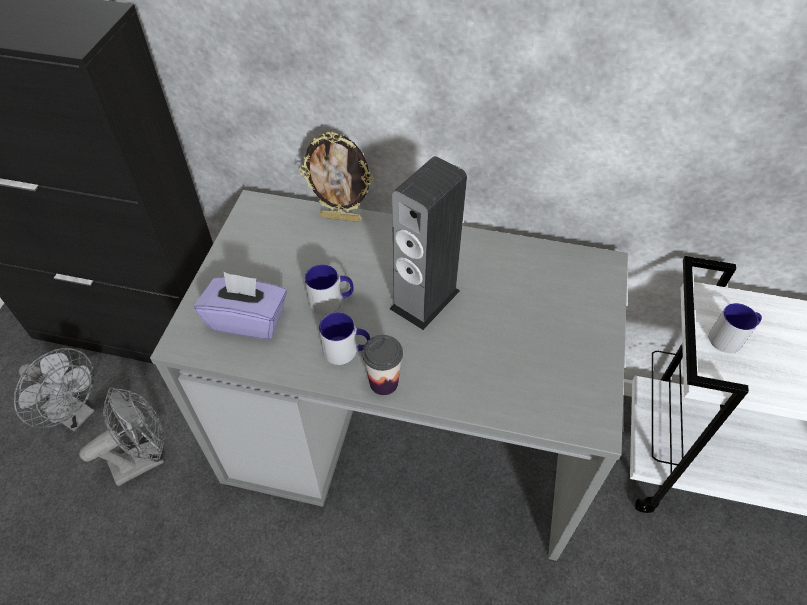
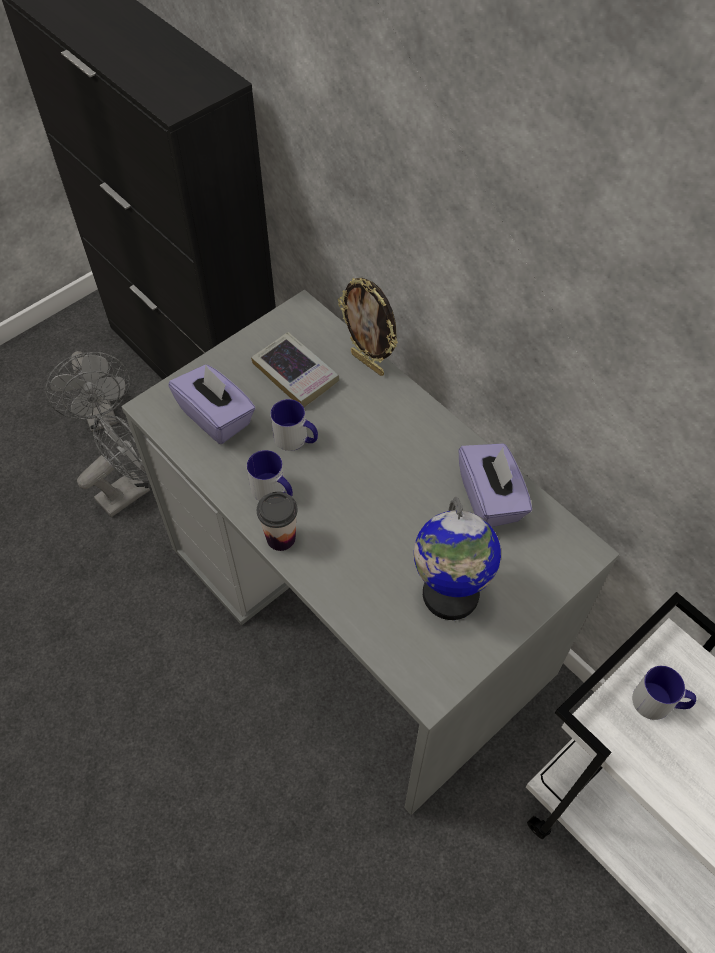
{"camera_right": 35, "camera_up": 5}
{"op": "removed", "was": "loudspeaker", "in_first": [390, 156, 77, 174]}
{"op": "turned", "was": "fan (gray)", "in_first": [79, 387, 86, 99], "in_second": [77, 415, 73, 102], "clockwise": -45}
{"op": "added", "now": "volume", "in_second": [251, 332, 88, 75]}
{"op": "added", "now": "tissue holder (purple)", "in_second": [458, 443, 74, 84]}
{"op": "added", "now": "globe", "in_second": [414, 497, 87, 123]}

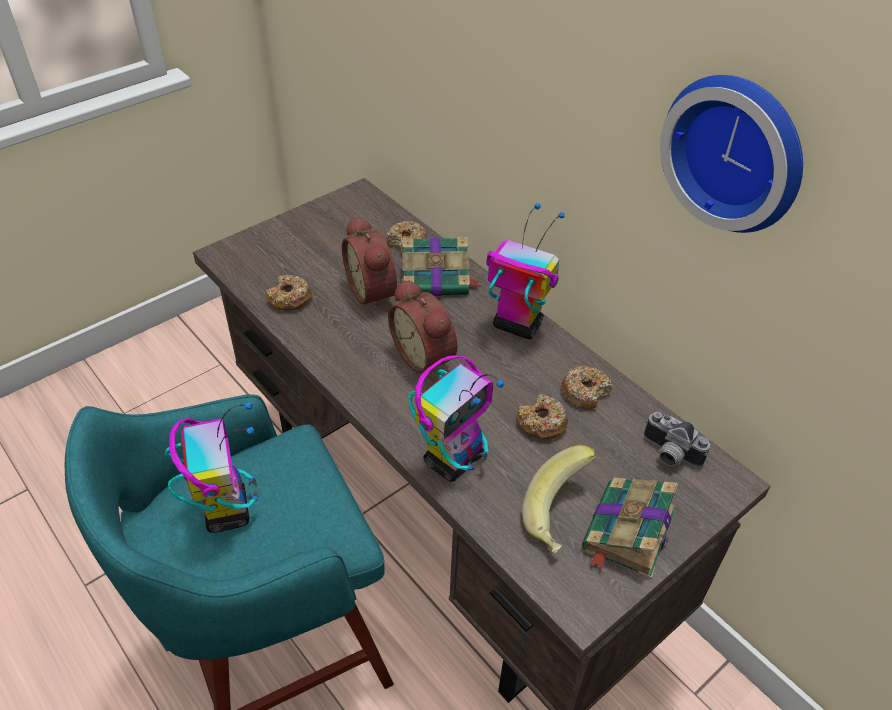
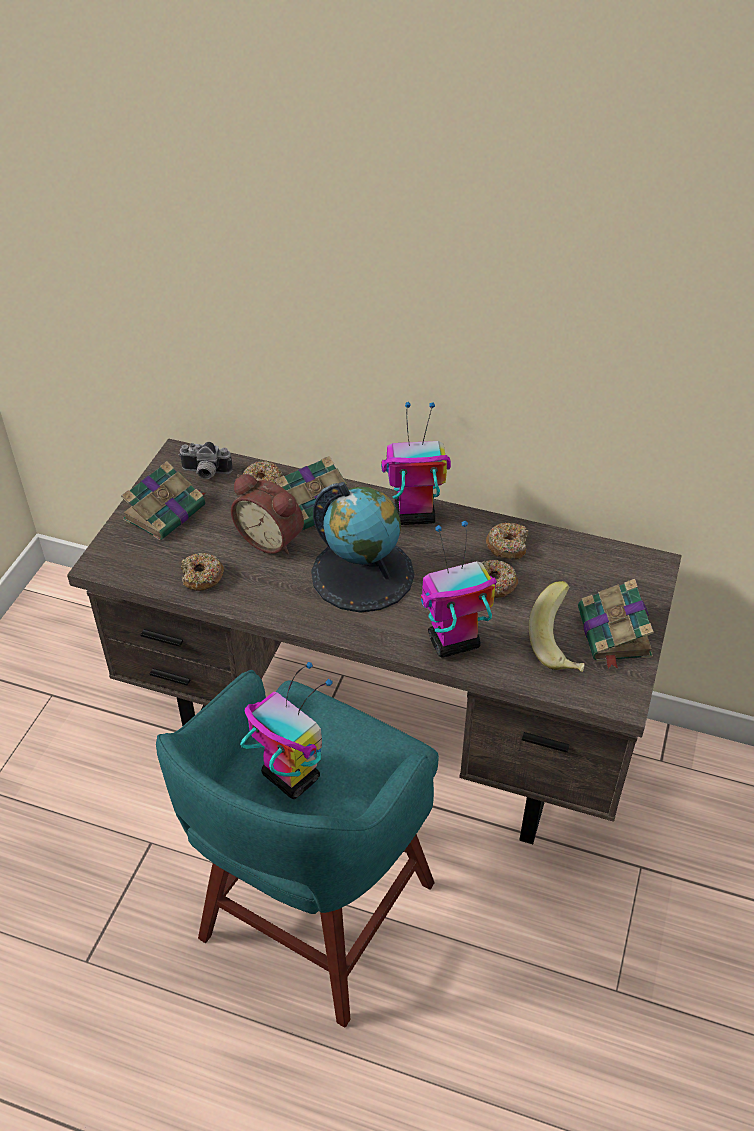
{"camera_right": -30, "camera_up": 0}
{"op": "removed", "was": "clock on the wall", "in_first": [660, 75, 143, 158]}
{"op": "replaced", "was": "bedside clock", "now": "globe", "in_first": [388, 279, 69, 99], "in_second": [311, 482, 103, 131]}
{"op": "turned", "was": "toy robot", "in_first": [408, 355, 96, 127], "in_second": [421, 521, 76, 137], "clockwise": -120}
{"op": "moved", "was": "photo camera", "in_first": [644, 412, 66, 55], "in_second": [178, 442, 55, 37]}
{"op": "added", "now": "volume", "in_second": [121, 461, 86, 80]}

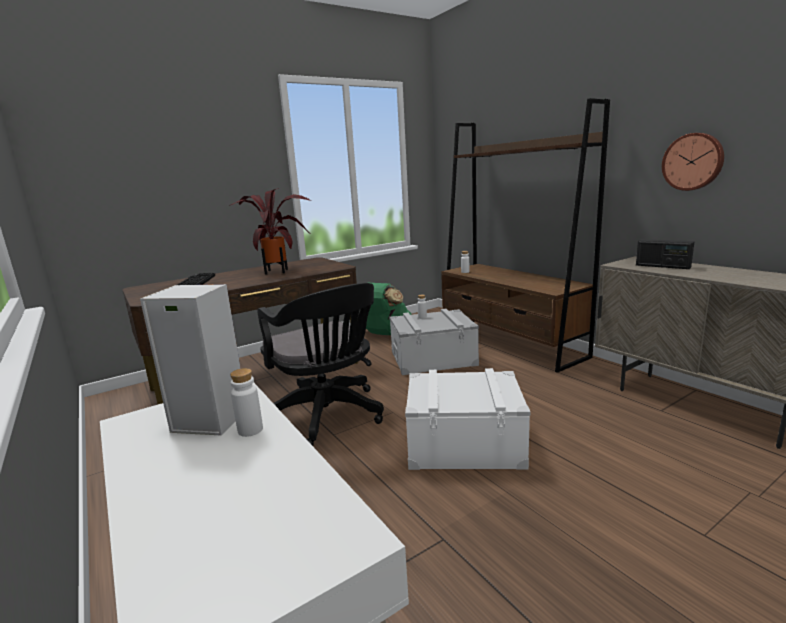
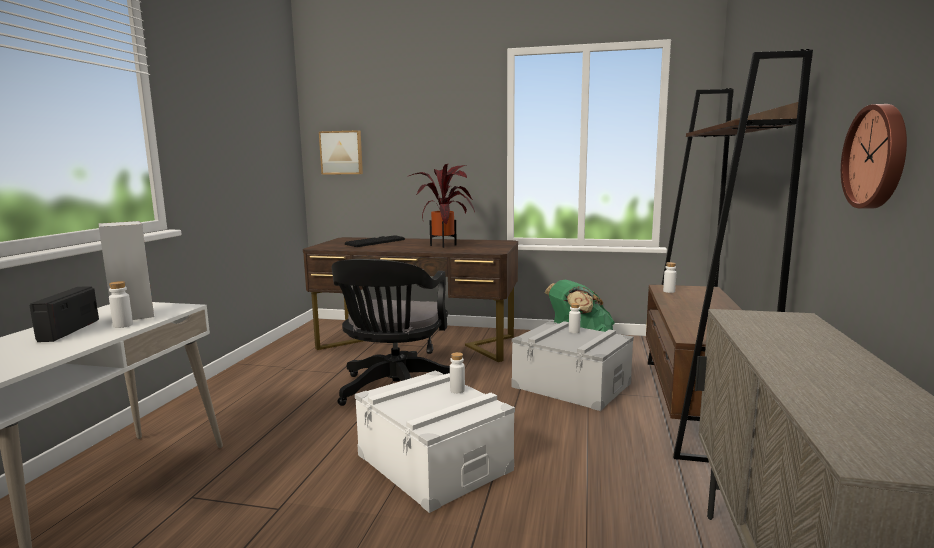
{"camera_right": 45, "camera_up": -5}
{"op": "moved", "was": "radio", "in_first": [636, 239, 59, 30], "in_second": [29, 286, 70, 56]}
{"op": "added", "now": "wall picture", "in_second": [319, 130, 44, 45]}
{"op": "added", "now": "bottle (white)", "in_second": [450, 352, 15, 41]}

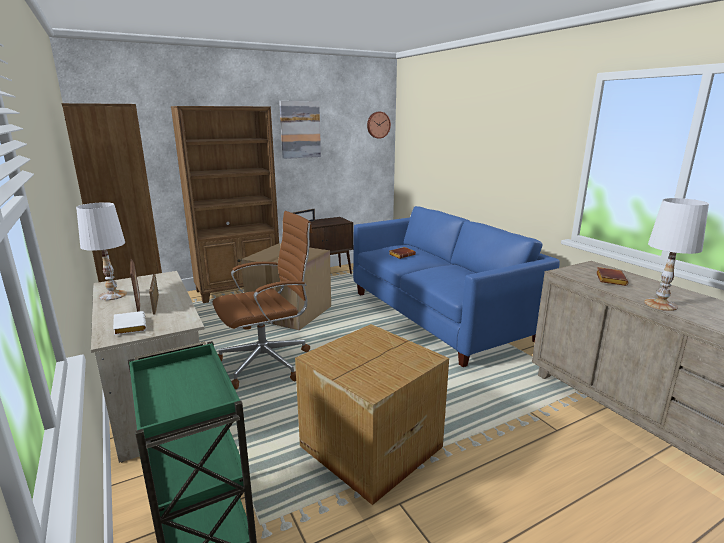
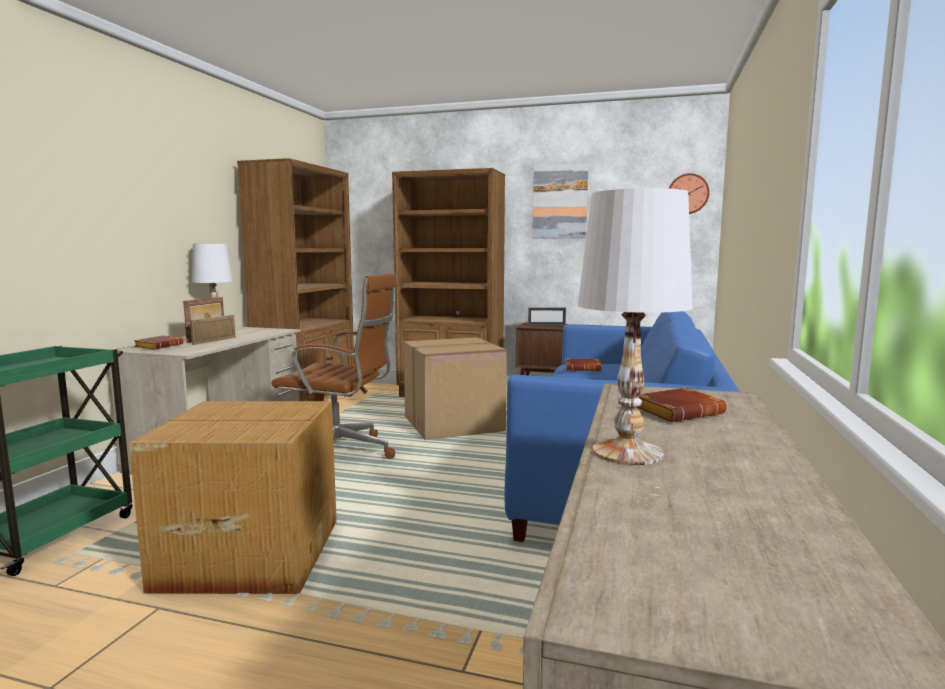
{"camera_right": 45, "camera_up": -10}
{"op": "recoloured", "was": "volume (white)", "now": "volume (brown)", "in_first": [113, 311, 33, 24], "in_second": [134, 335, 50, 15]}

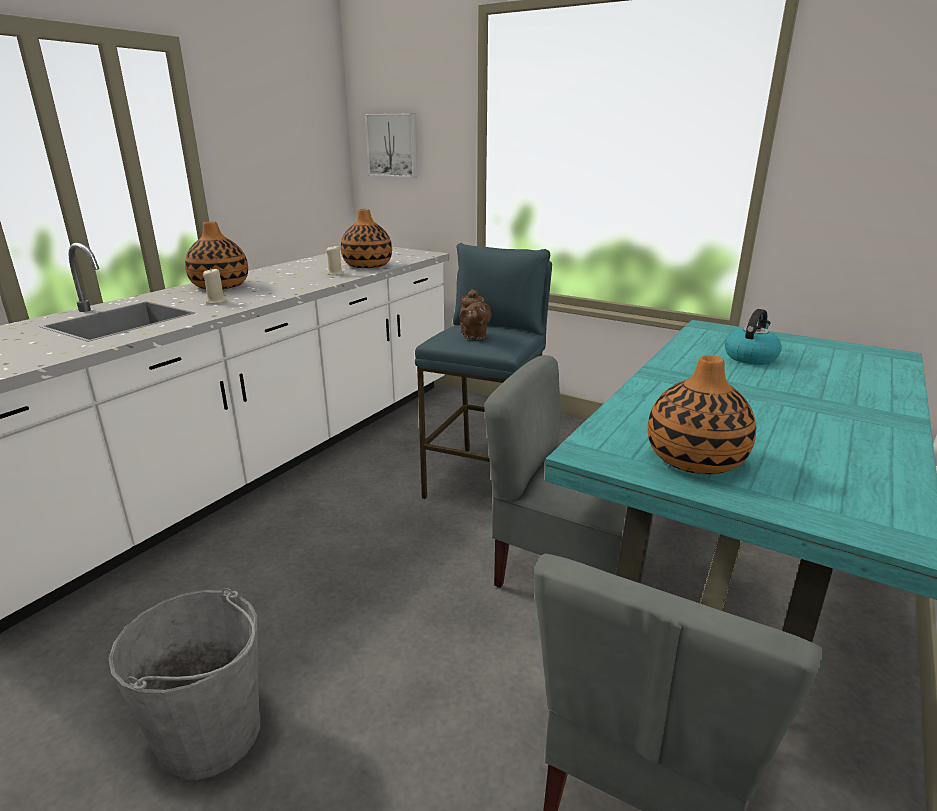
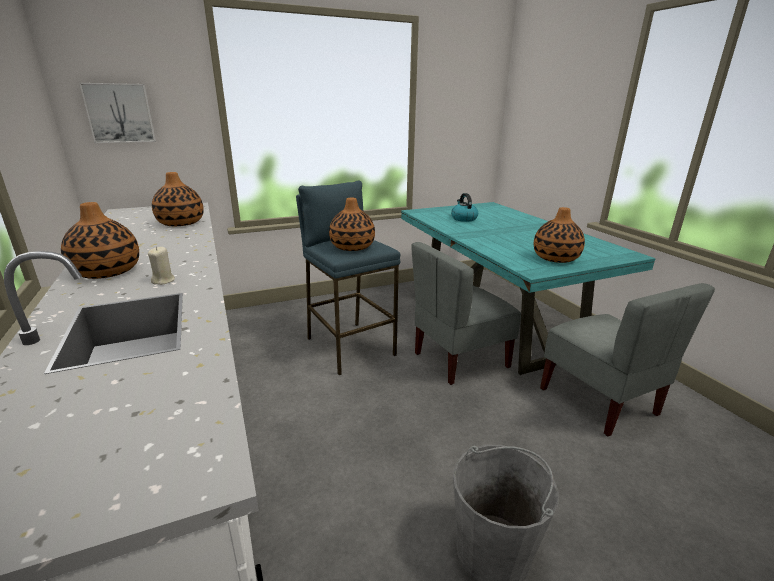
{"camera_right": -55, "camera_up": 0}
{"op": "removed", "was": "candle (sand-coloured)", "in_first": [326, 246, 18, 29]}
{"op": "replaced", "was": "tea pot (brown)", "now": "flower vase", "in_first": [459, 289, 33, 51], "in_second": [329, 198, 46, 53]}

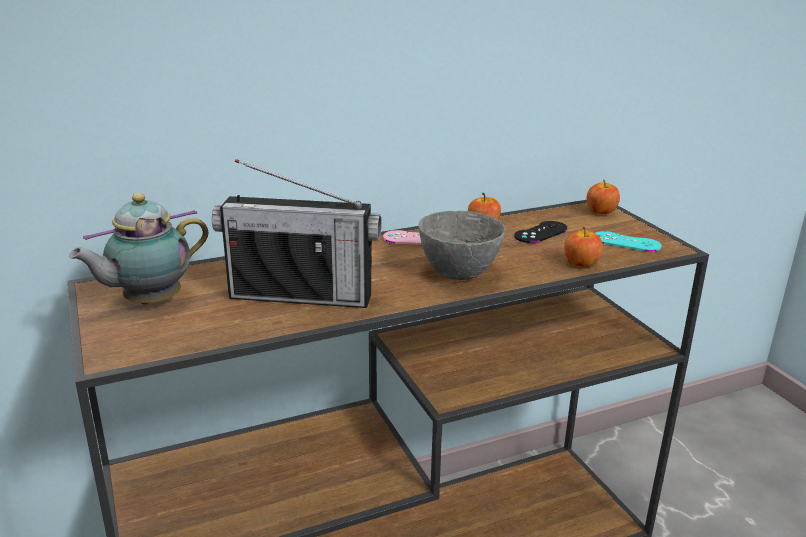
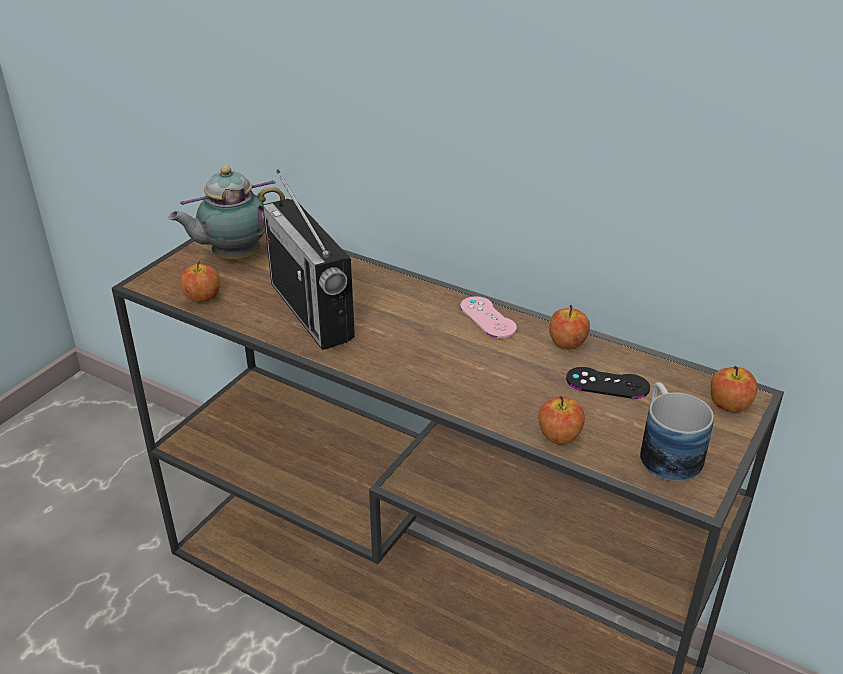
{"camera_right": 55, "camera_up": 10}
{"op": "turned", "was": "tea pot", "in_first": [69, 193, 139, 112], "in_second": [169, 166, 116, 93], "clockwise": -45}
{"op": "removed", "was": "serving bowl (gray)", "in_first": [418, 211, 88, 69]}
{"op": "replaced", "was": "game controller (blue-green)", "now": "mug", "in_first": [596, 231, 66, 21], "in_second": [640, 382, 74, 100]}
{"op": "added", "now": "whole apple", "in_second": [180, 261, 40, 41]}

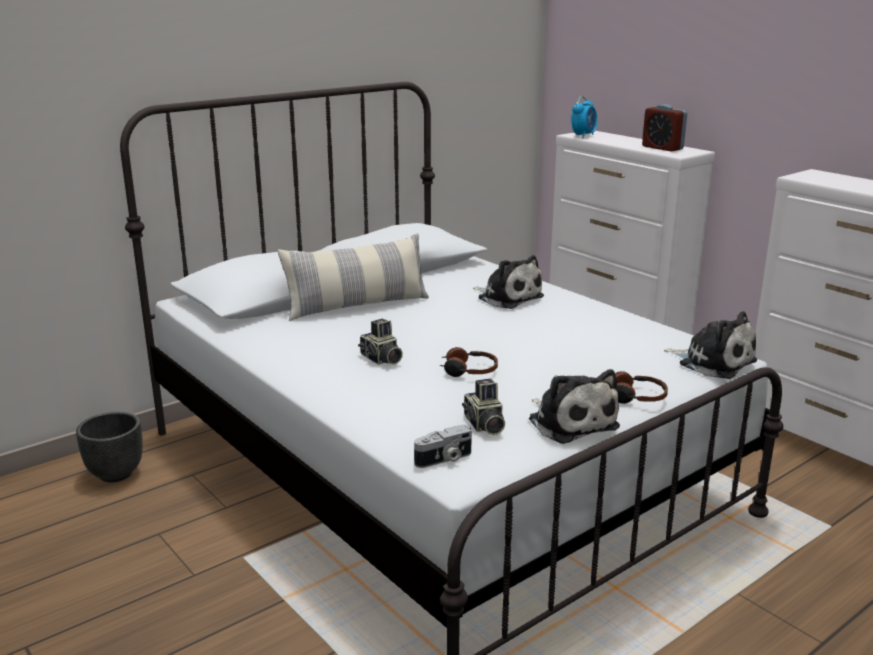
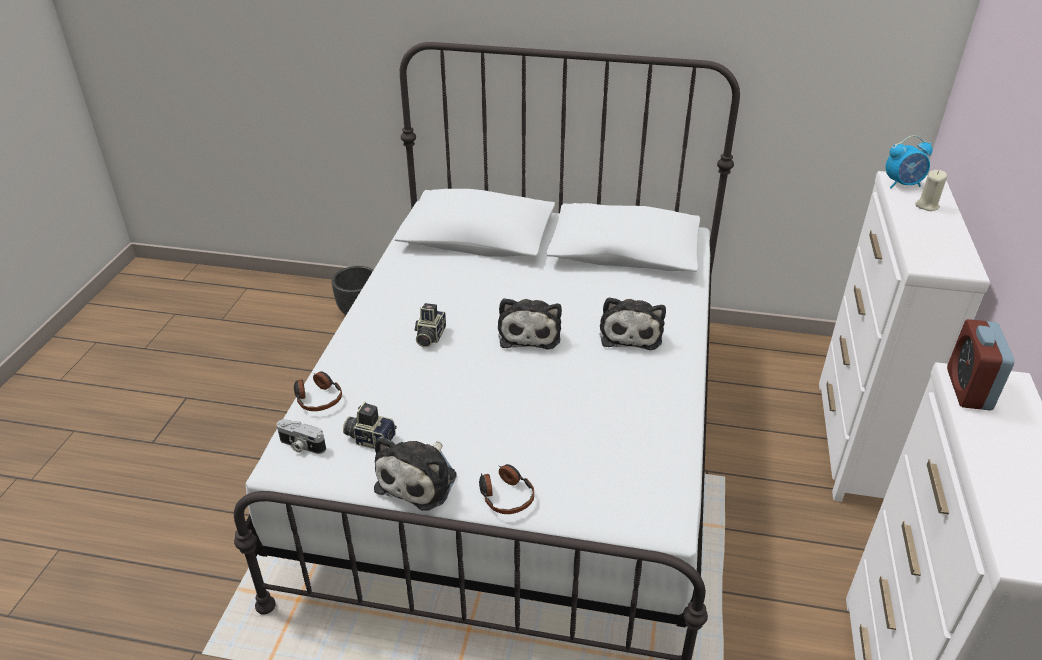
{"camera_right": 50, "camera_up": 15}
{"op": "moved", "was": "bedside clock", "in_first": [642, 104, 45, 48], "in_second": [947, 319, 68, 92]}
{"op": "removed", "was": "pillow", "in_first": [278, 233, 151, 88]}
{"op": "moved", "was": "plush toy", "in_first": [664, 311, 93, 68], "in_second": [498, 298, 64, 52]}
{"op": "moved", "was": "headphones", "in_first": [440, 347, 58, 30], "in_second": [294, 371, 48, 40]}
{"op": "turned", "was": "photo camera", "in_first": [462, 378, 43, 57], "in_second": [343, 401, 54, 48], "clockwise": 75}
{"op": "added", "now": "candle (sand-coloured)", "in_second": [915, 170, 32, 41]}

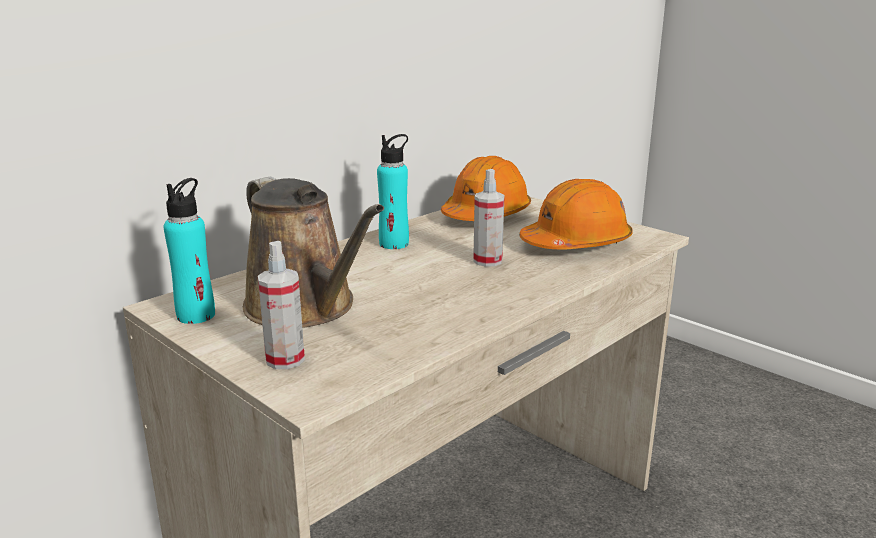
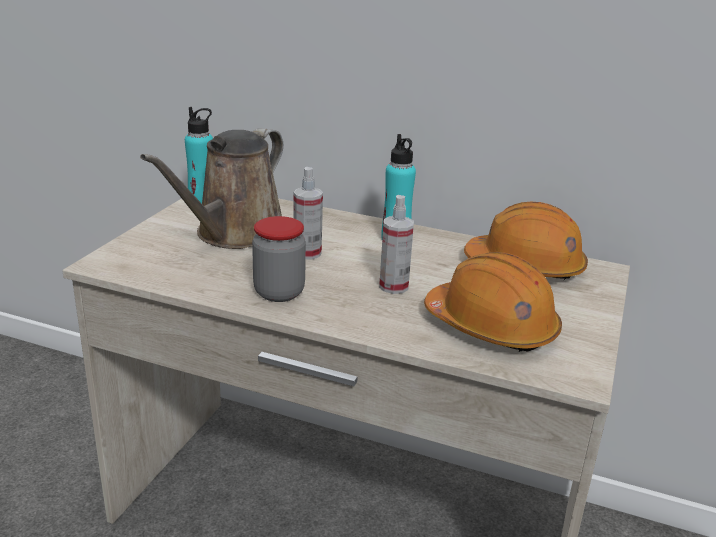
{"camera_right": 65, "camera_up": 5}
{"op": "moved", "was": "sprayer", "in_first": [258, 241, 47, 128], "in_second": [293, 167, 30, 93]}
{"op": "added", "now": "storage jar", "in_second": [252, 216, 54, 86]}

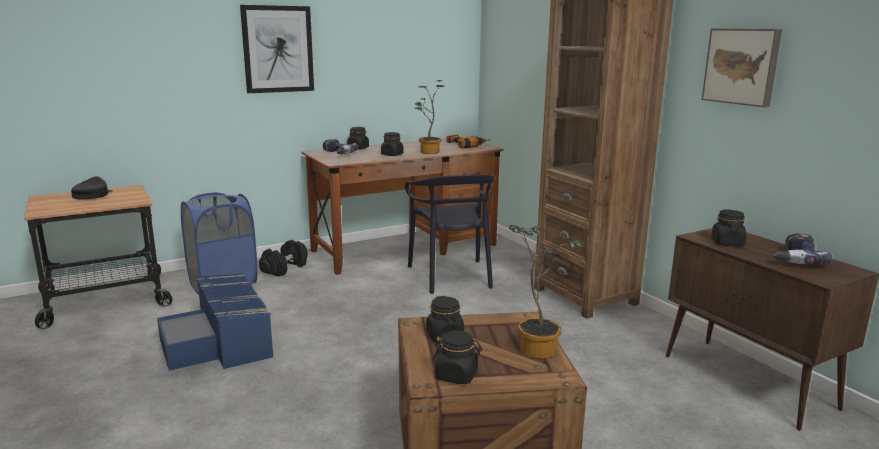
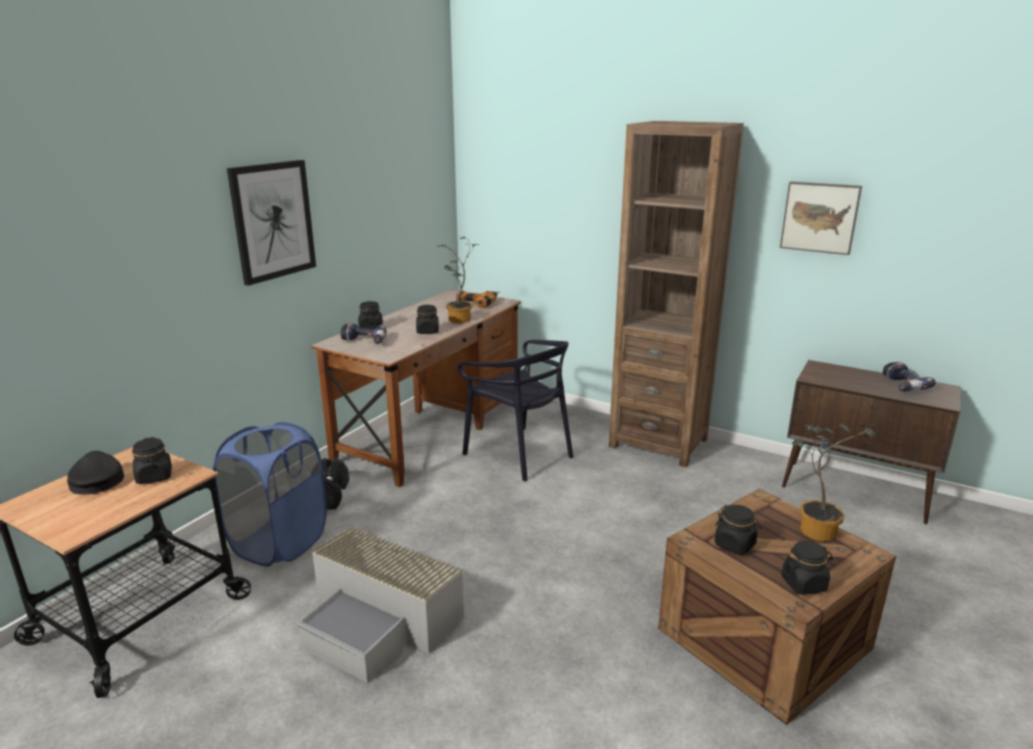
{"camera_right": -30, "camera_up": 5}
{"op": "moved", "was": "storage jar (black-coloured)", "in_first": [711, 209, 35, 37], "in_second": [132, 437, 40, 47]}
{"op": "recoloured", "was": "storage box (blue-coloured)", "now": "storage box (gray)", "in_first": [157, 273, 116, 98], "in_second": [297, 526, 167, 157]}

